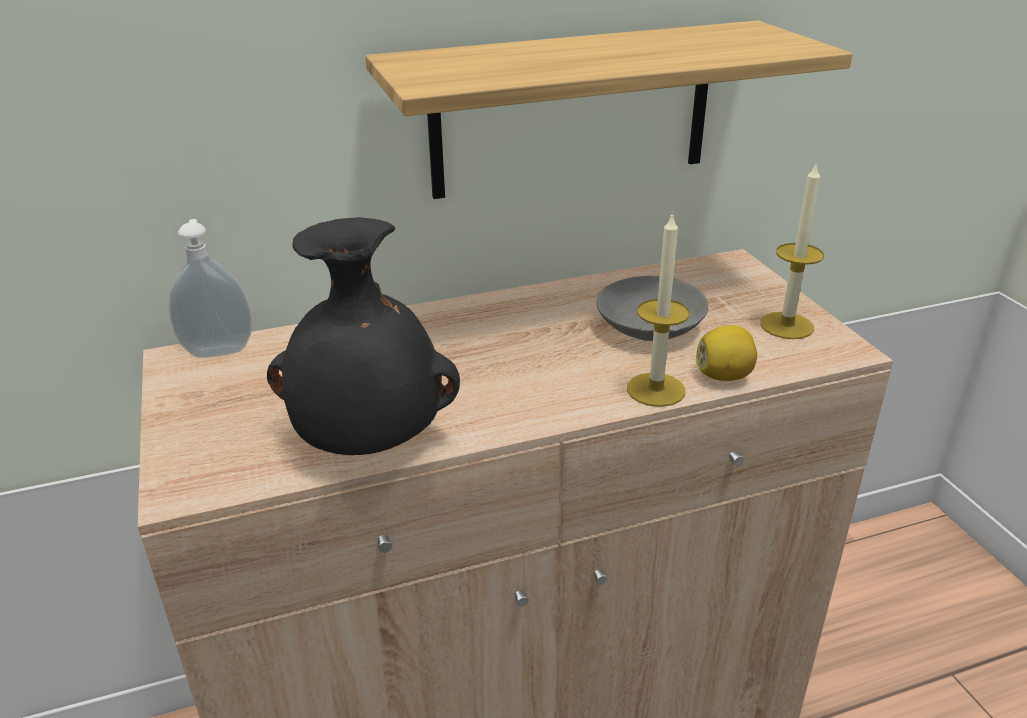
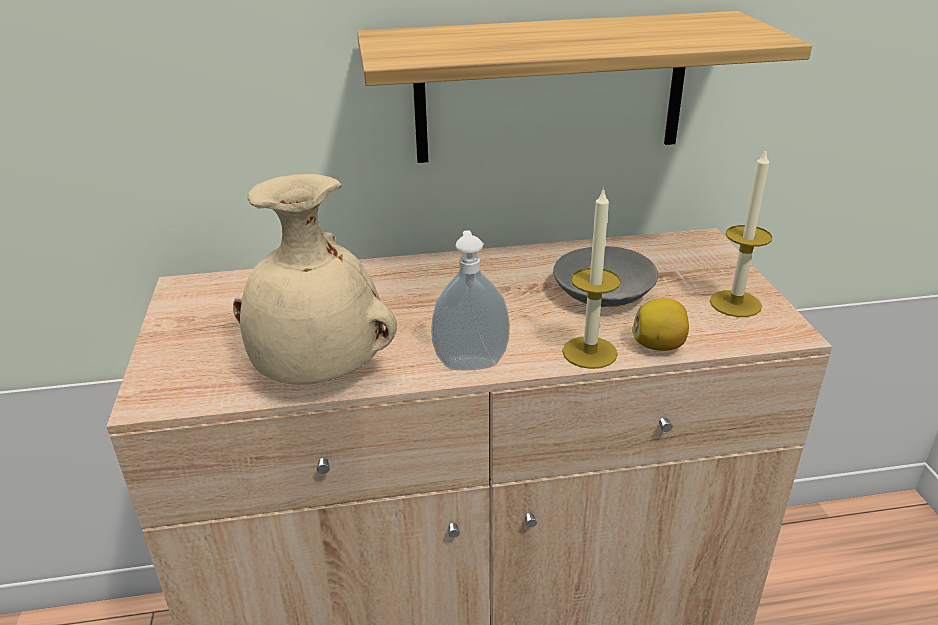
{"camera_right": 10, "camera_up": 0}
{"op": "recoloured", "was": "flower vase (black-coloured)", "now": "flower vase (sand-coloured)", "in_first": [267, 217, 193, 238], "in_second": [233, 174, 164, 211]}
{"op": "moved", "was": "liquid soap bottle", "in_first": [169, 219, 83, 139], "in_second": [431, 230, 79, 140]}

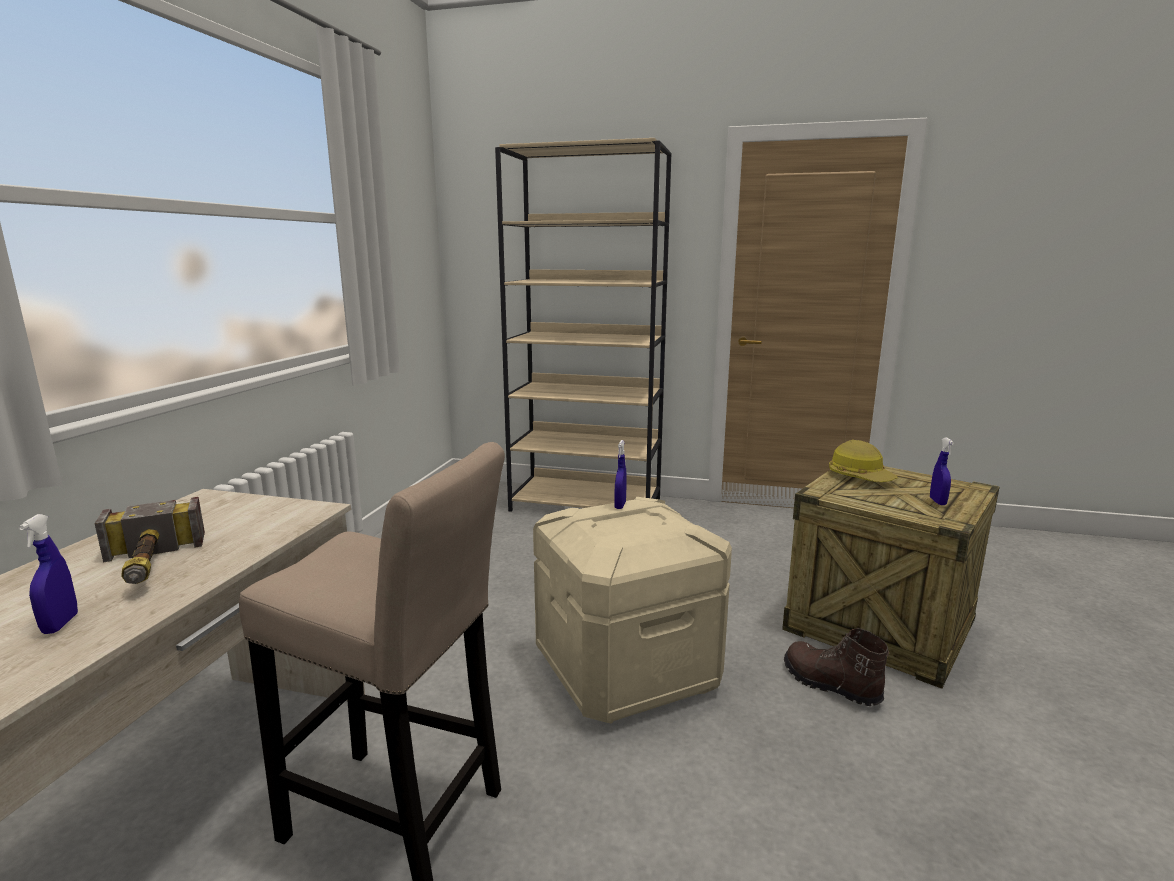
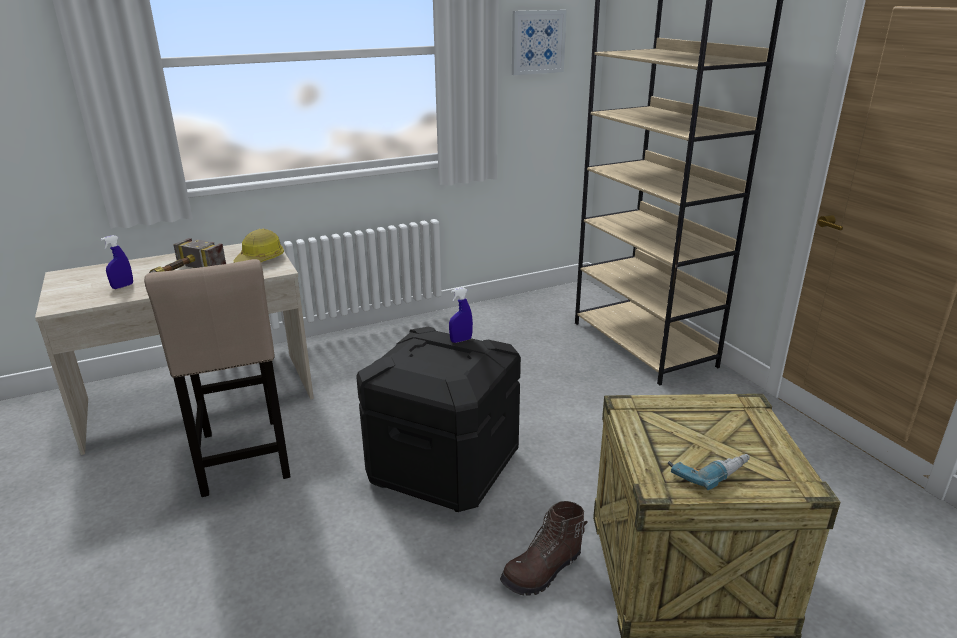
{"camera_right": 50, "camera_up": 10}
{"op": "replaced", "was": "sprayer (blue-coloured)", "now": "power drill", "in_first": [930, 437, 24, 68], "in_second": [668, 454, 82, 36]}
{"op": "moved", "was": "work helmet", "in_first": [829, 440, 69, 42], "in_second": [233, 229, 51, 34]}
{"op": "recoloured", "was": "storage box (sand-coloured)", "now": "storage box (black-coloured)", "in_first": [533, 497, 199, 226], "in_second": [356, 327, 165, 185]}
{"op": "turned", "was": "tall boot (brown)", "in_first": [784, 628, 105, 78], "in_second": [500, 501, 88, 95], "clockwise": -135}
{"op": "added", "now": "wall picture", "in_second": [512, 10, 55, 65]}

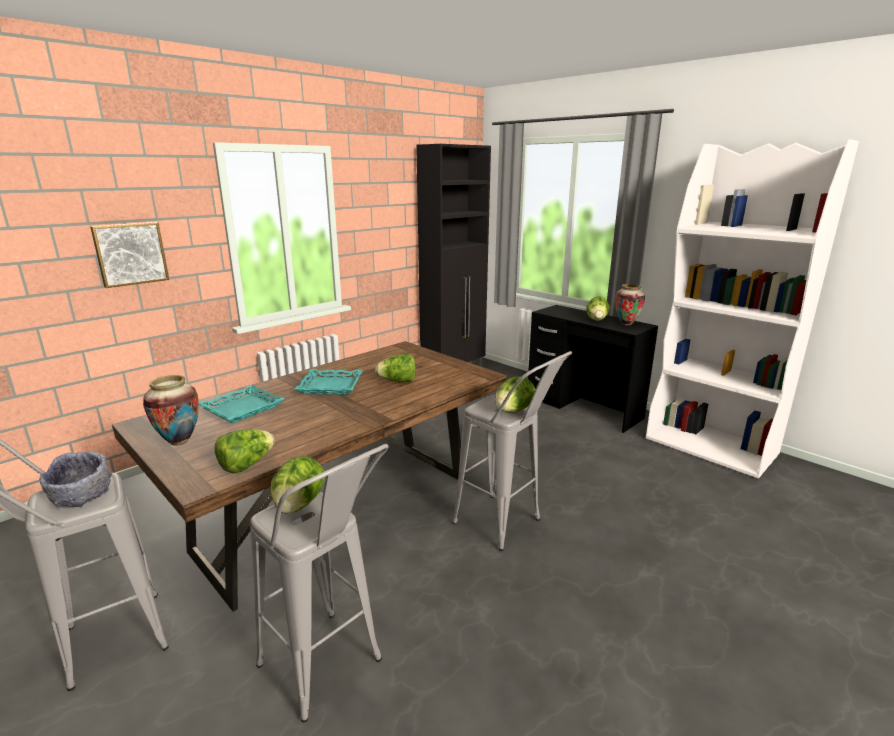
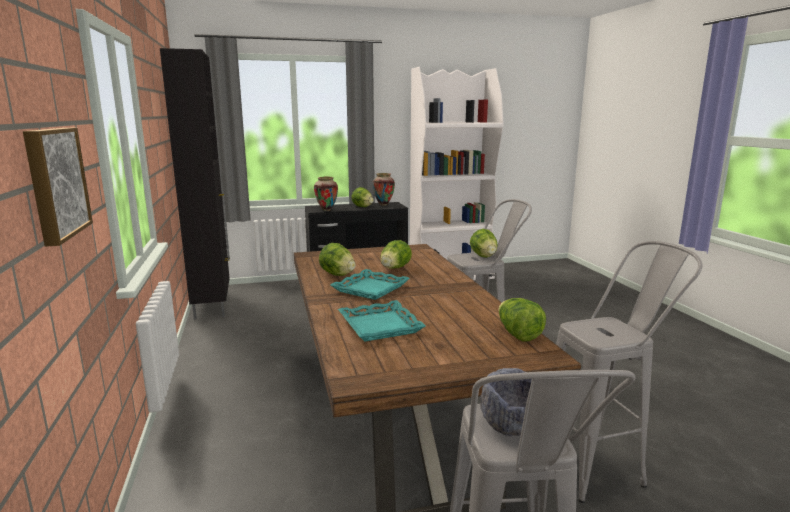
{"camera_right": -60, "camera_up": -5}
{"op": "moved", "was": "flower vase", "in_first": [143, 375, 56, 71], "in_second": [314, 177, 24, 34]}
{"op": "moved", "was": "lettuce", "in_first": [270, 456, 55, 58], "in_second": [319, 243, 37, 33]}

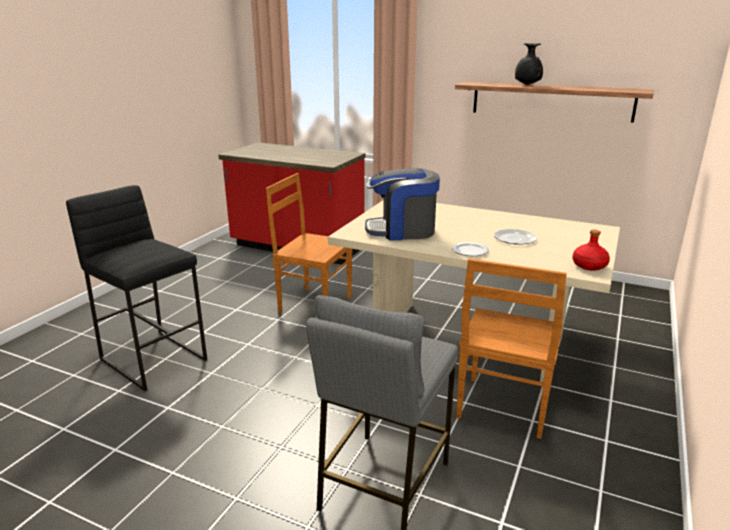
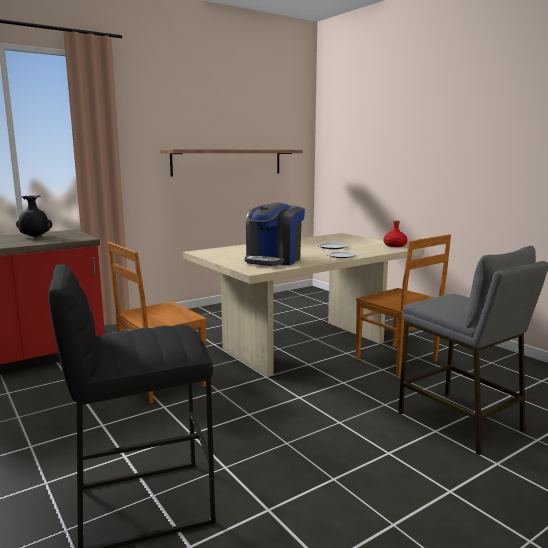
{"camera_right": -60, "camera_up": -10}
{"op": "moved", "was": "flower vase (black-coloured)", "in_first": [515, 43, 28, 42], "in_second": [16, 195, 36, 42]}

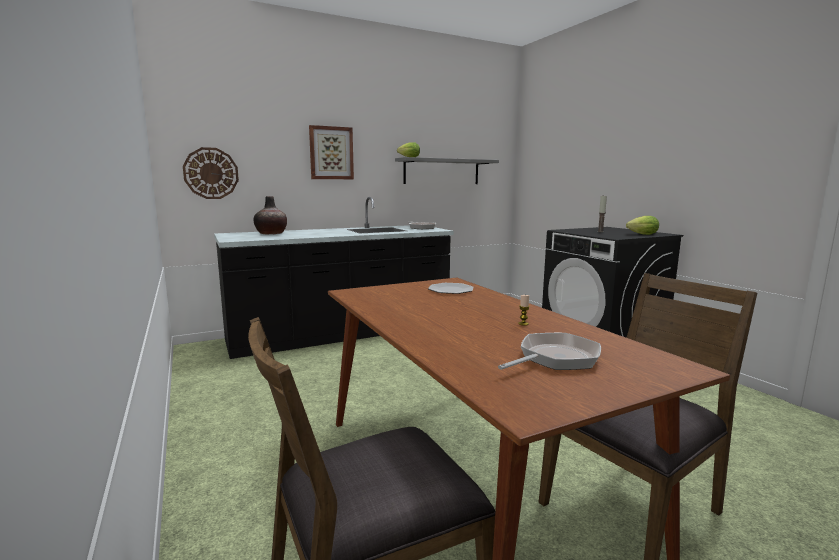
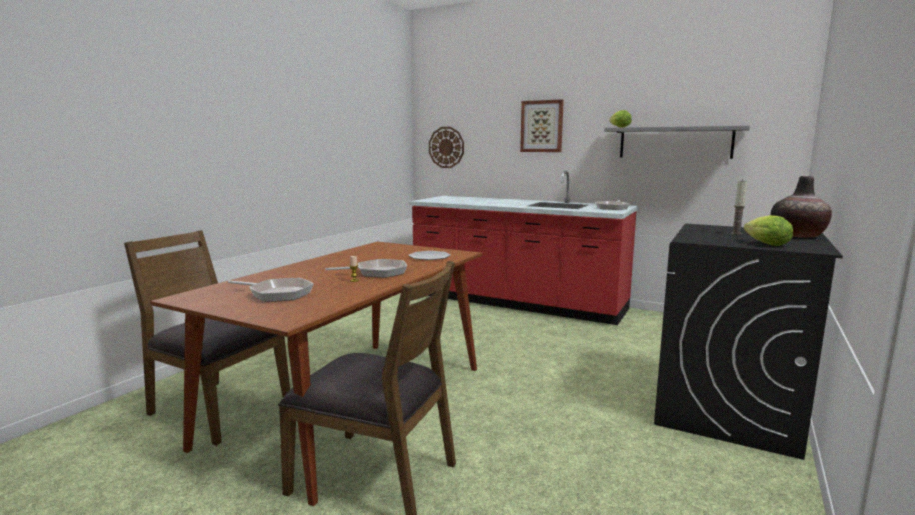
{"camera_right": 55, "camera_up": 0}
{"op": "moved", "was": "flower vase", "in_first": [254, 196, 33, 38], "in_second": [771, 176, 61, 62]}
{"op": "recoloured", "was": "kitchen counter (black-coloured)", "now": "kitchen counter (reddish)", "in_first": [214, 197, 240, 162], "in_second": [409, 171, 229, 154]}
{"op": "added", "now": "frying pan", "in_second": [326, 259, 81, 19]}

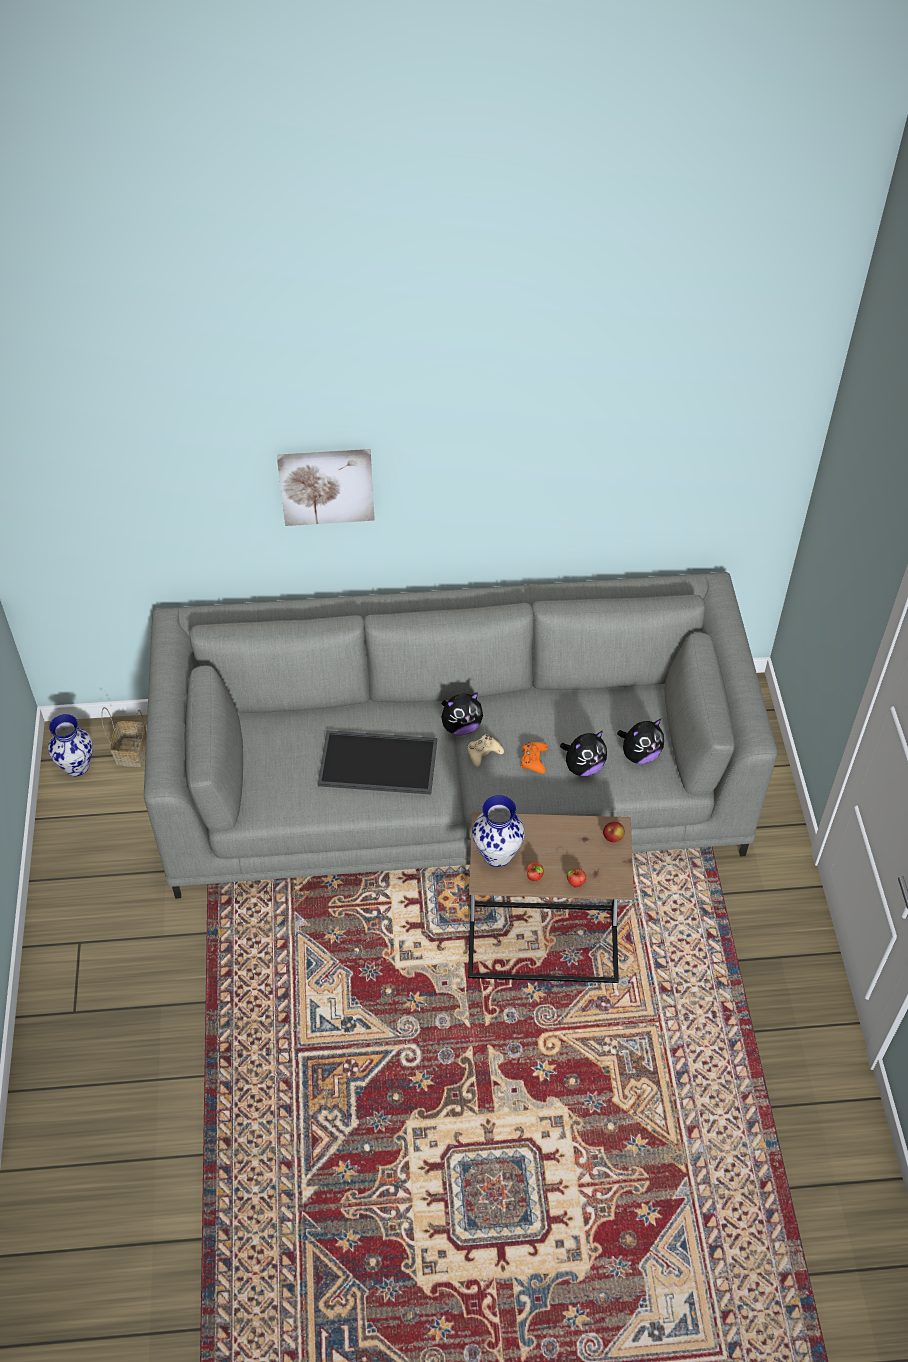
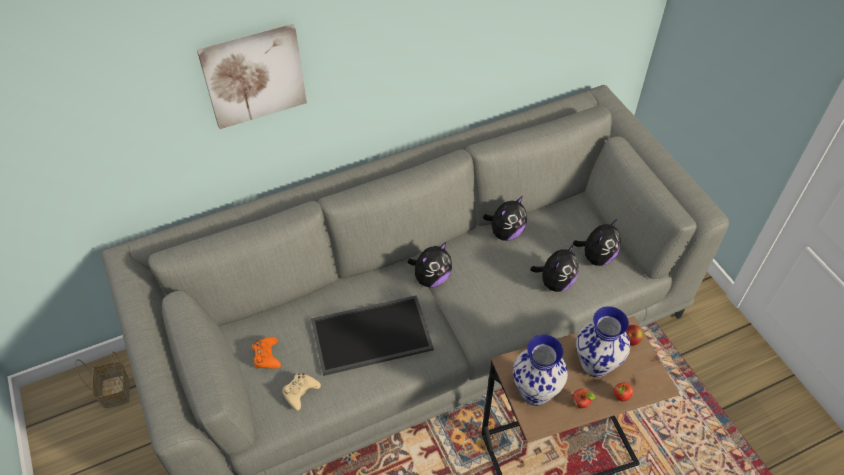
{"camera_right": -20, "camera_up": 0}
{"op": "moved", "was": "flower vase", "in_first": [48, 714, 45, 62], "in_second": [576, 306, 54, 71]}
{"op": "moved", "was": "game controller (sand-coloured)", "in_first": [467, 735, 37, 32], "in_second": [282, 373, 39, 38]}
{"op": "moved", "was": "game controller (orangey)", "in_first": [520, 742, 28, 32], "in_second": [252, 337, 29, 32]}
{"op": "added", "now": "plush toy", "in_second": [483, 196, 44, 45]}

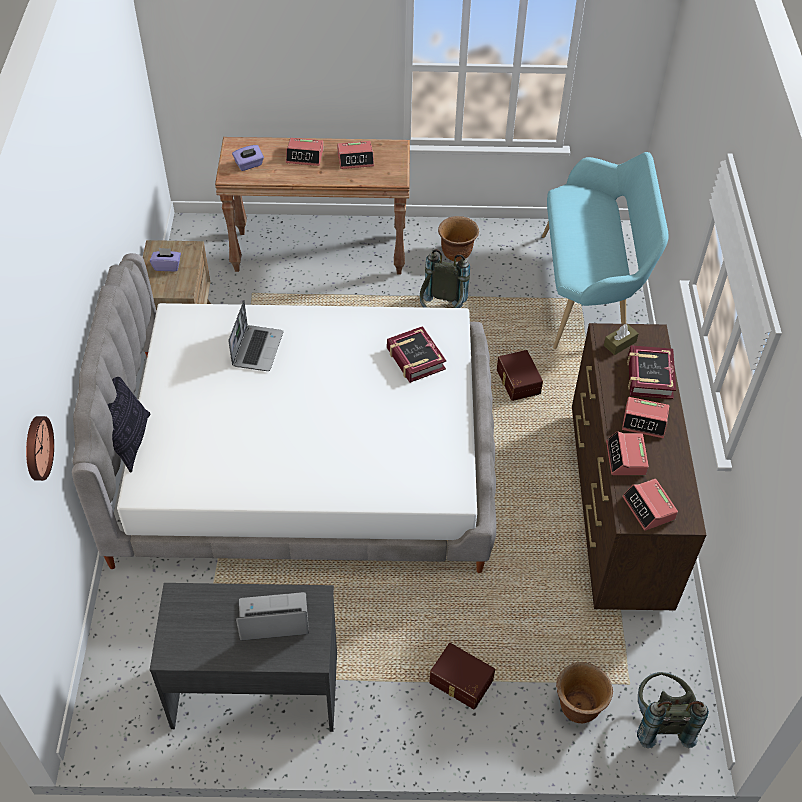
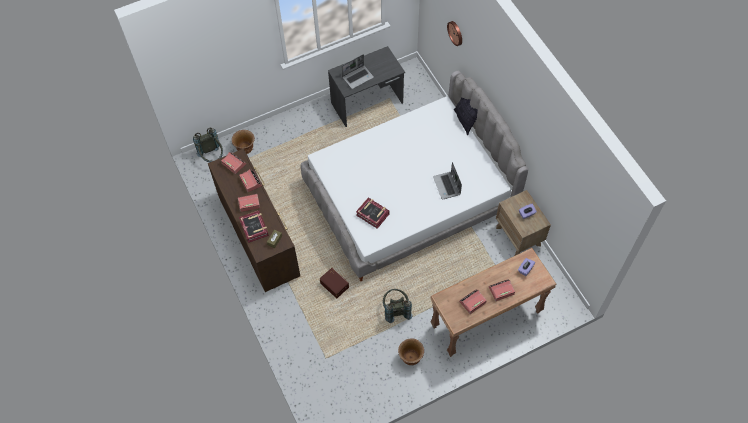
{"camera_right": 155, "camera_up": 10}
{"op": "removed", "was": "bench (blue-green)", "in_first": [542, 152, 126, 197]}
{"op": "removed", "was": "storage box (brown)", "in_first": [429, 643, 66, 67]}

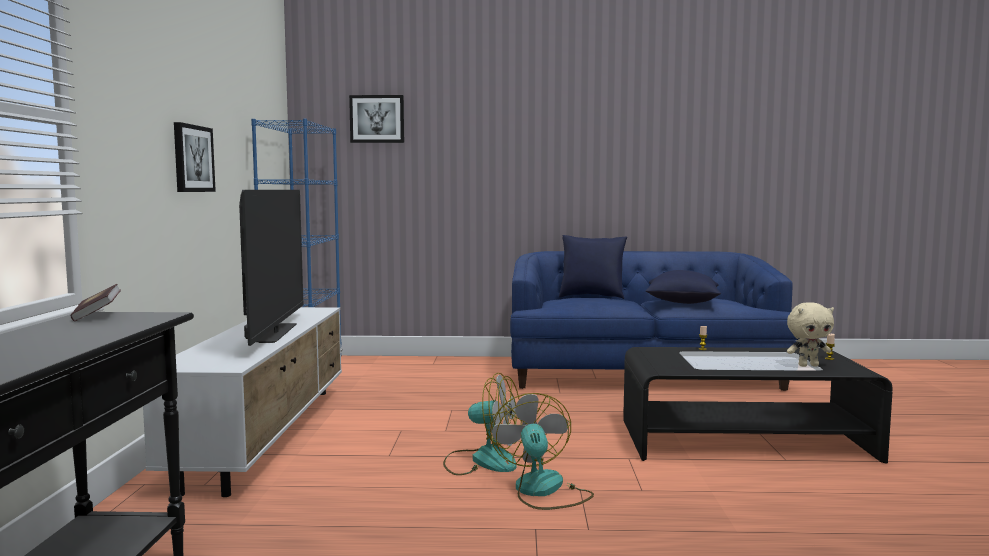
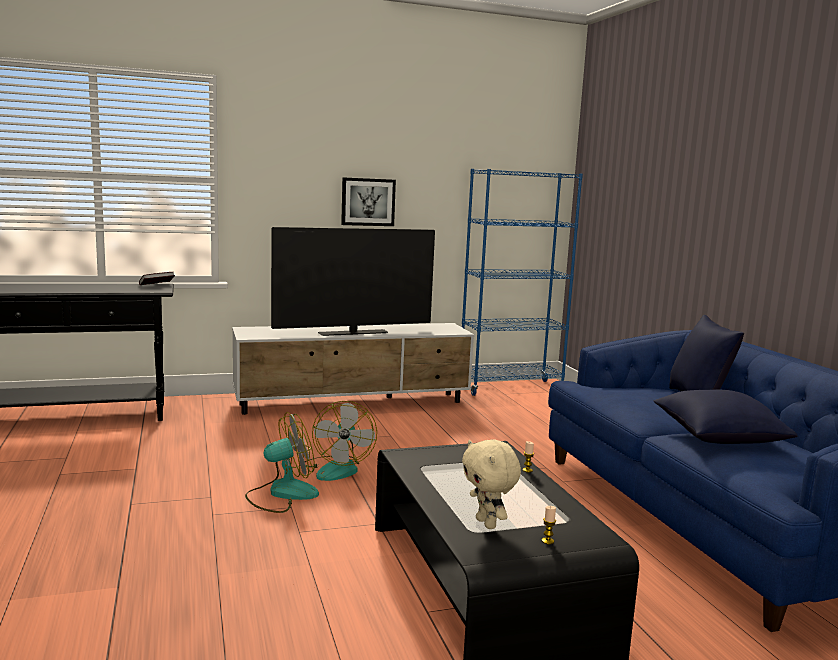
{"camera_right": 70, "camera_up": 5}
{"op": "removed", "was": "wall picture", "in_first": [349, 95, 55, 48]}

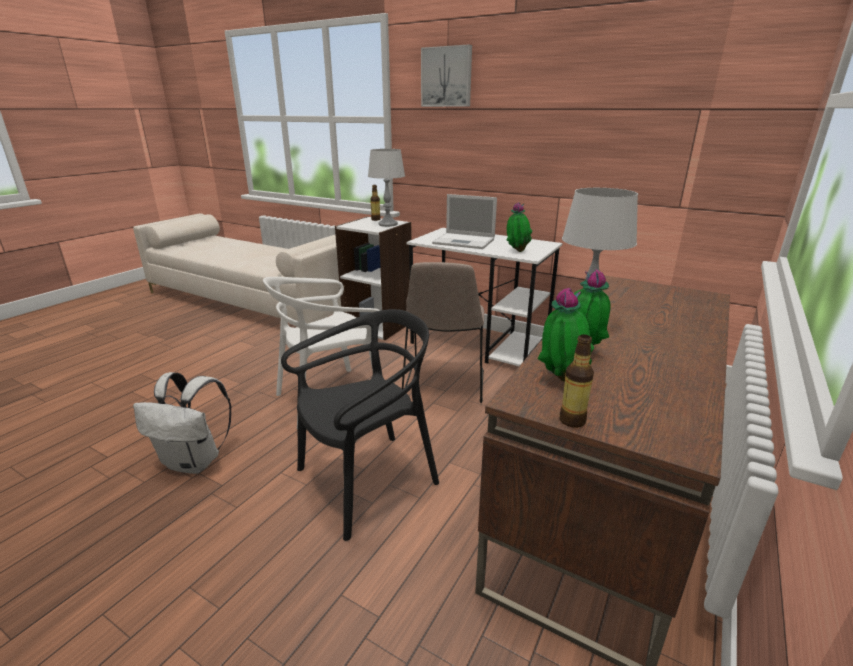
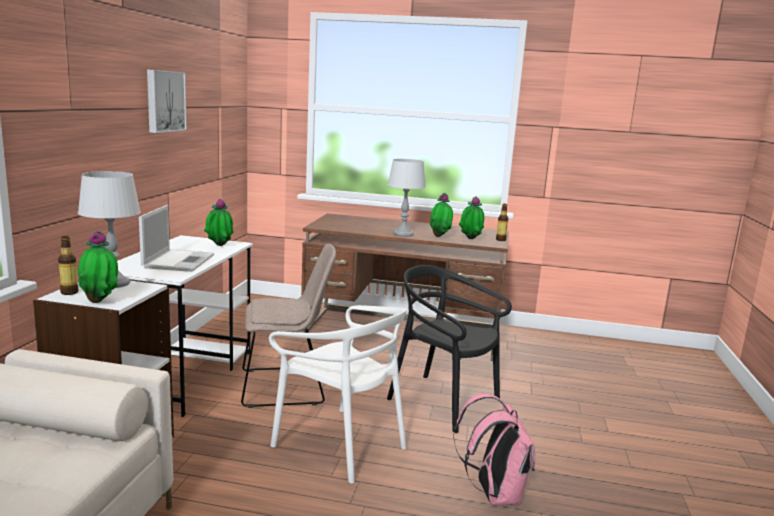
{"camera_right": -110, "camera_up": -10}
{"op": "moved", "was": "wall picture", "in_first": [421, 44, 51, 63], "in_second": [147, 69, 40, 64]}
{"op": "recoloured", "was": "knapsack (white)", "now": "knapsack (pinkish)", "in_first": [133, 372, 98, 102], "in_second": [453, 394, 82, 112]}
{"op": "added", "now": "potted plant", "in_second": [78, 231, 40, 72]}

